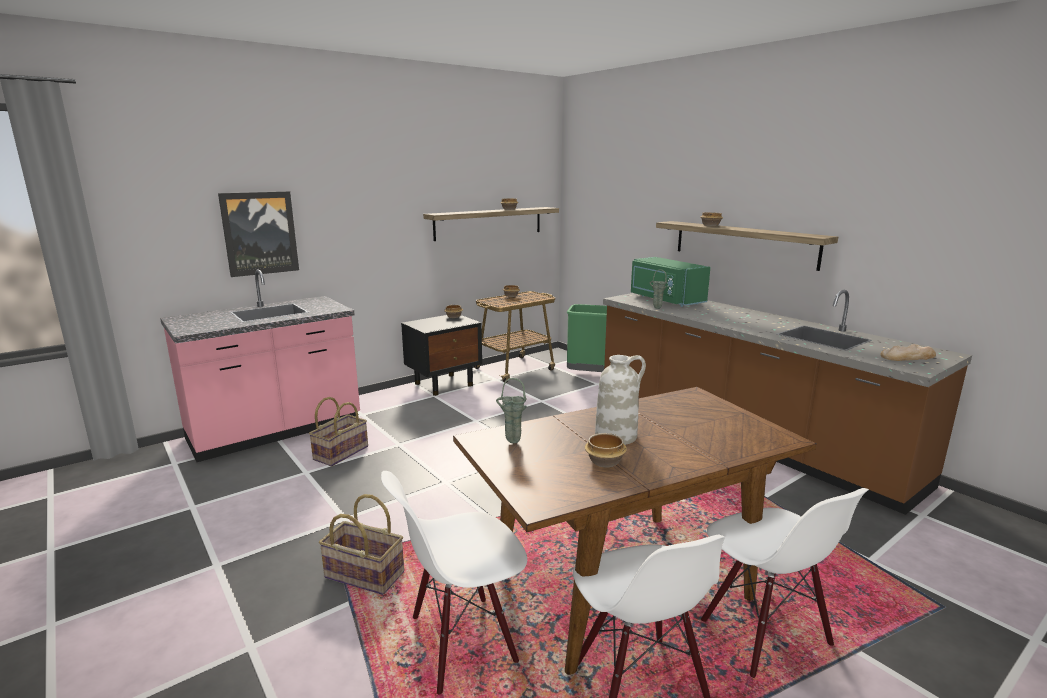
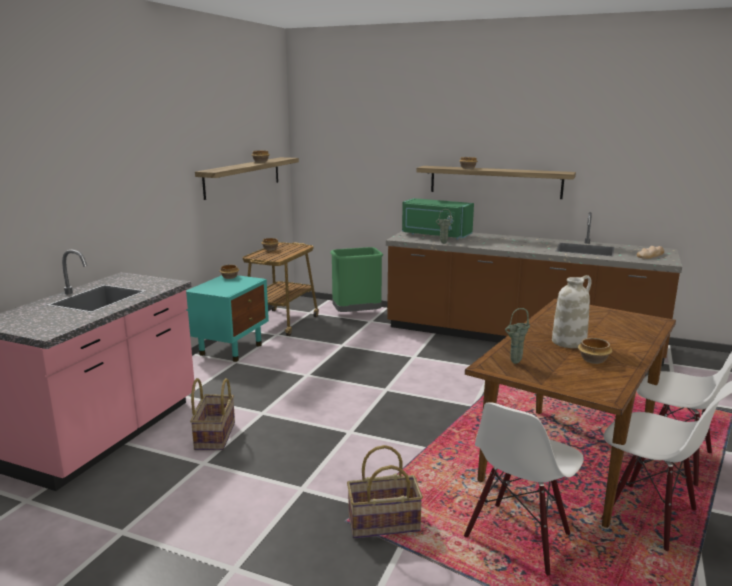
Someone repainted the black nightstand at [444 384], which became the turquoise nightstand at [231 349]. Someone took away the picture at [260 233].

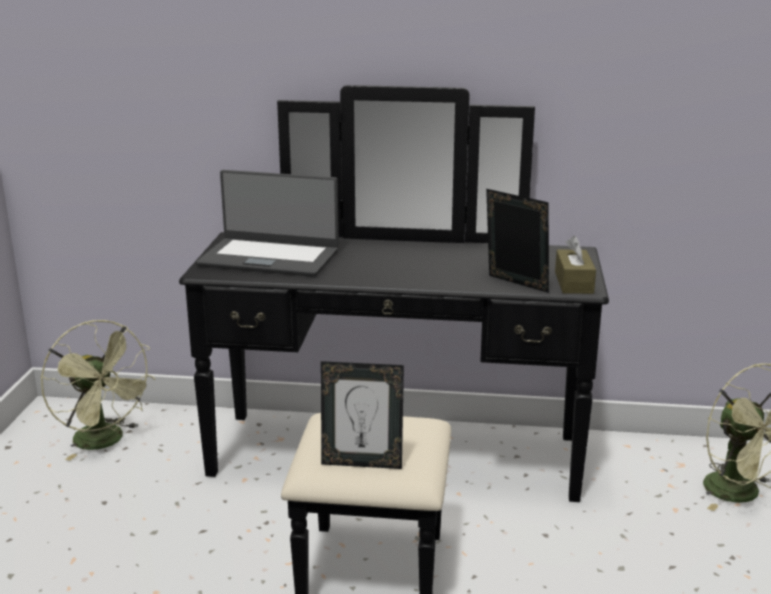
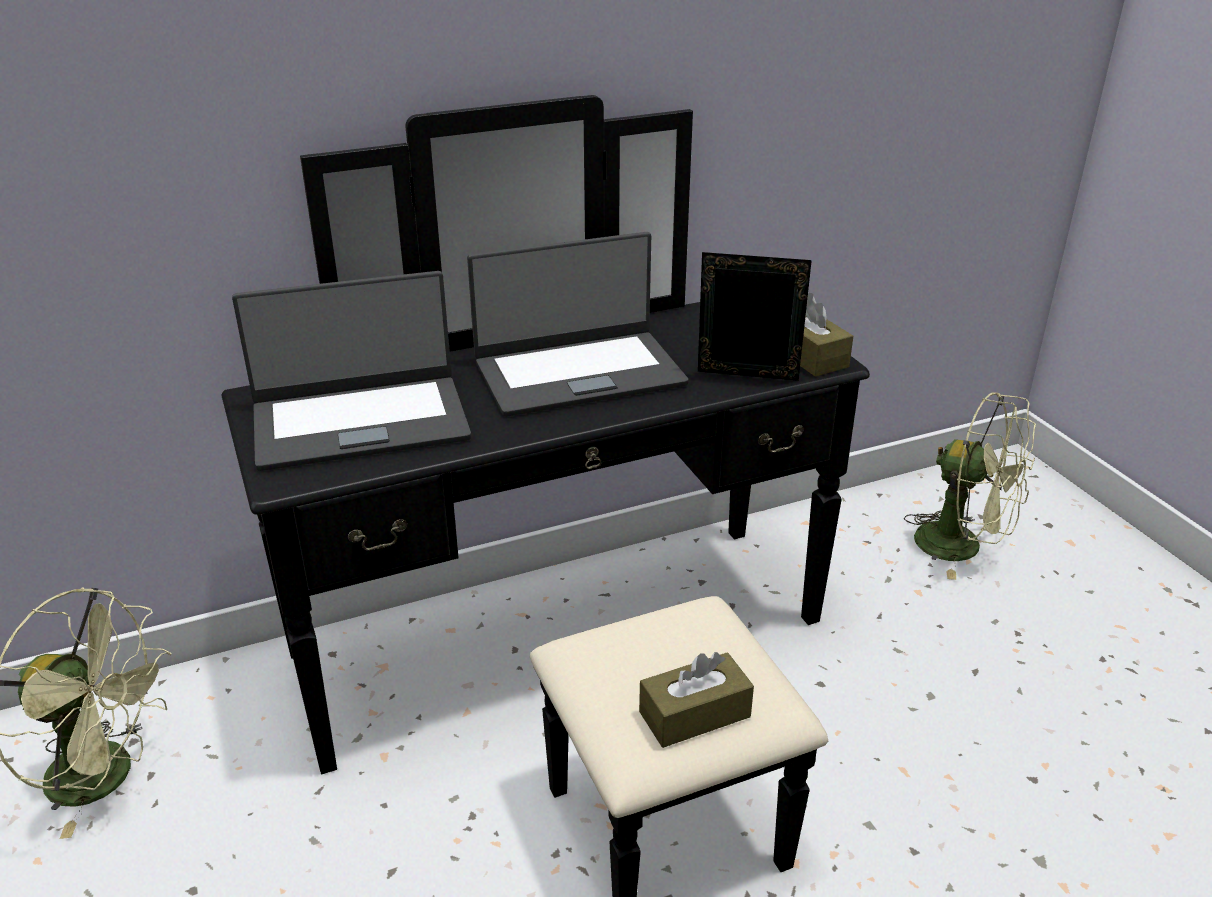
Someone put down the laptop at [578 373]. Someone swapped the picture frame at [362 463] for the brown tissue box at [694 714].

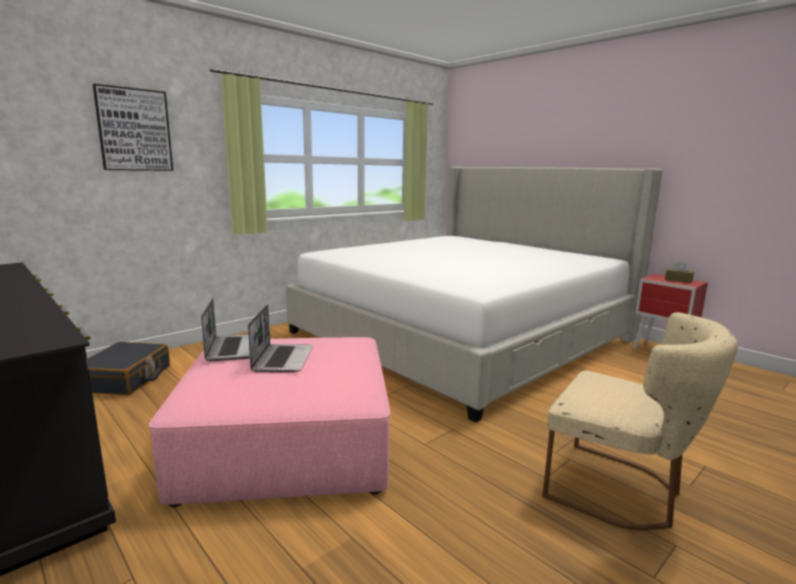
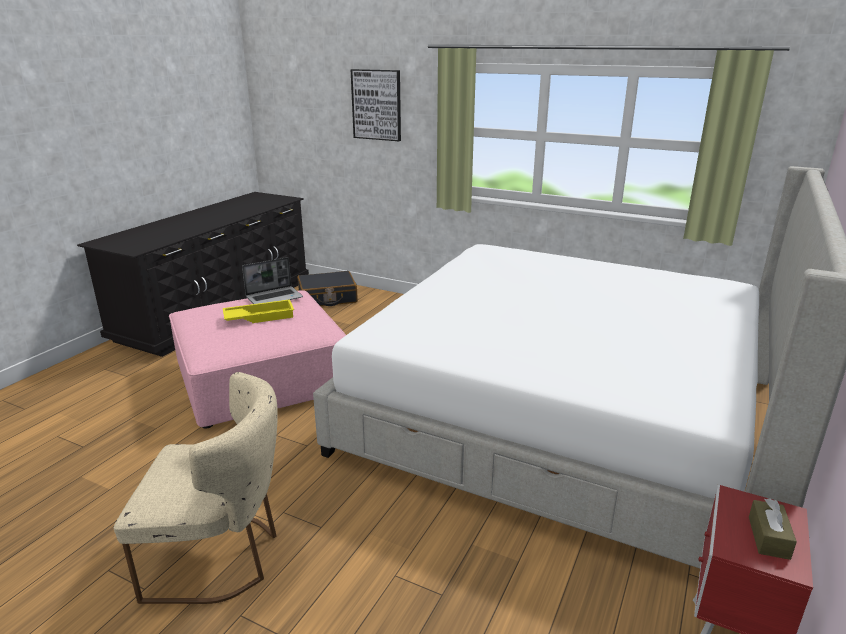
Someone rotated the beige chair at [620 491] by 105 degrees counterclockwise. Someone swapped the laptop at [282 359] for the yellow tray at [259 316].

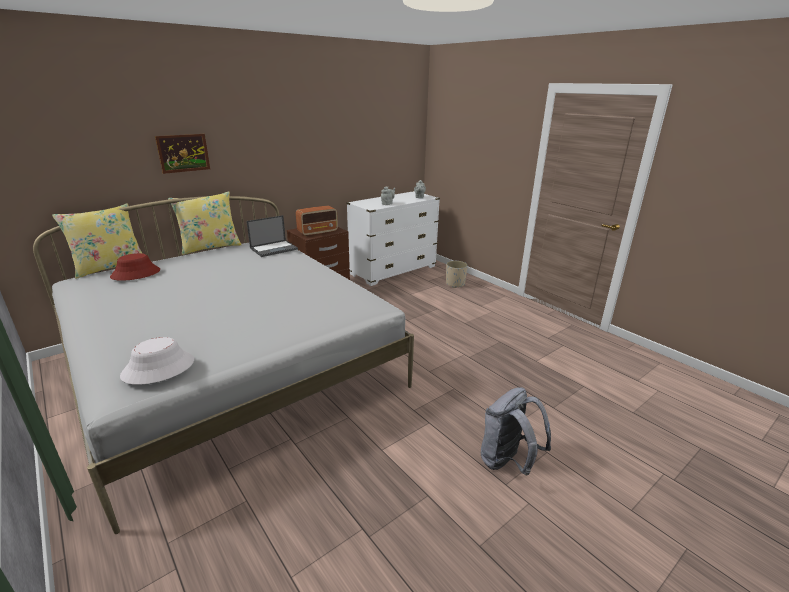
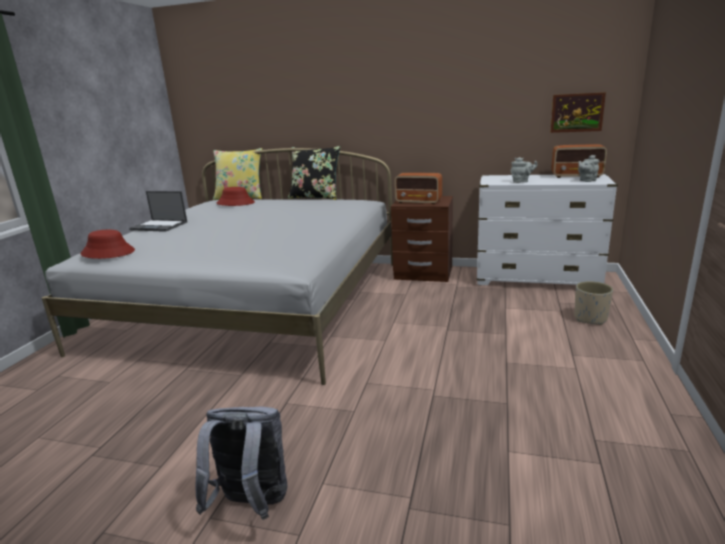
Someone repainted the white hat at [158 368], which became the red hat at [108 252]. Someone carried the laptop from [274 248] to [160 226]. Someone repainted the yellow pillow at [210 247], which became the black pillow at [315 197]. Someone carried the picture from [183 153] to [577 112]. Someone put down the radio at [577 176].

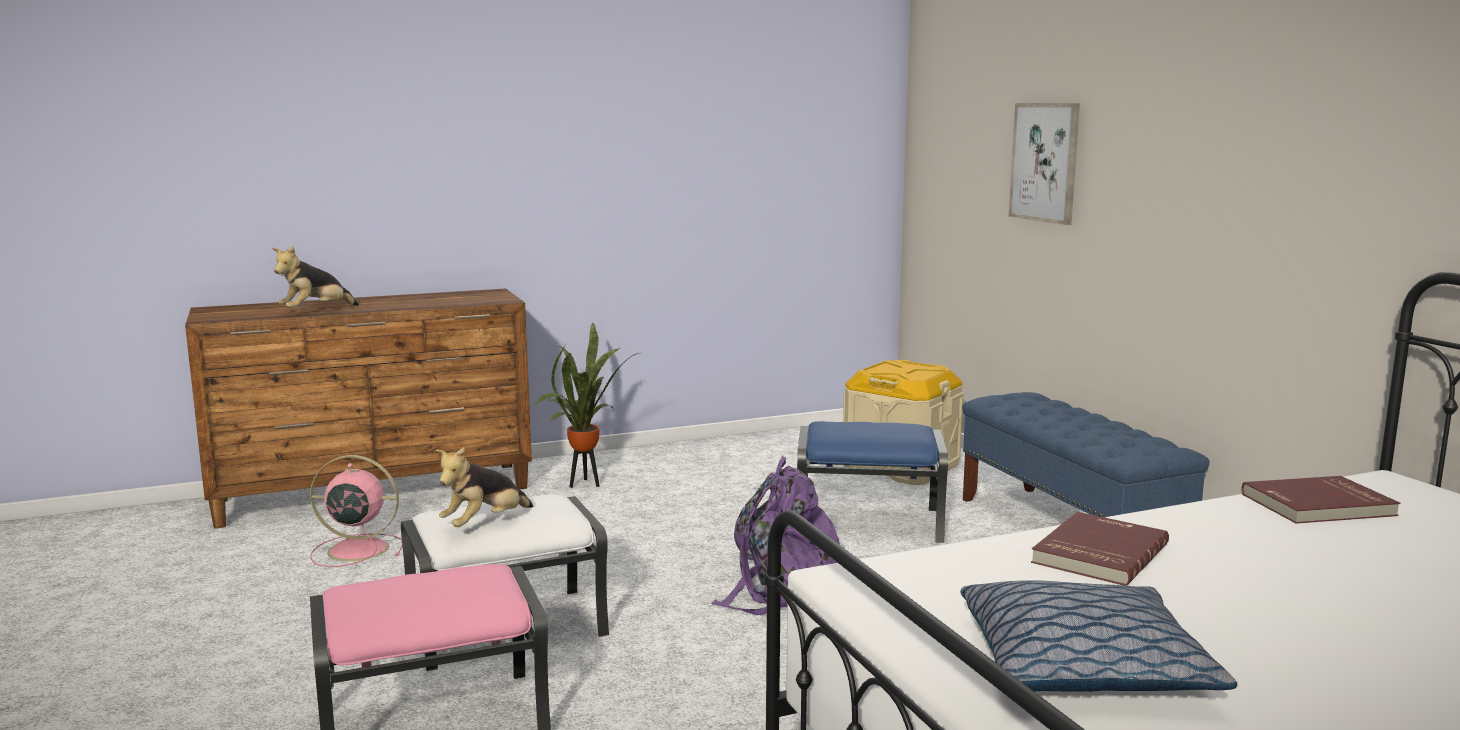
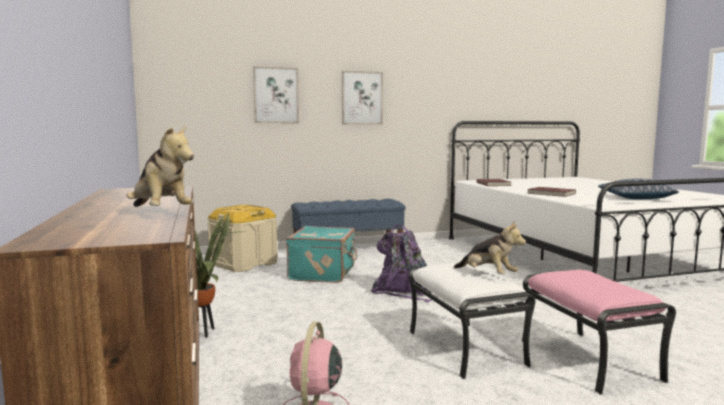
Someone swapped the blue ottoman at [869 523] for the turquoise suitcase at [324 273]. Someone put up the picture at [362 98].

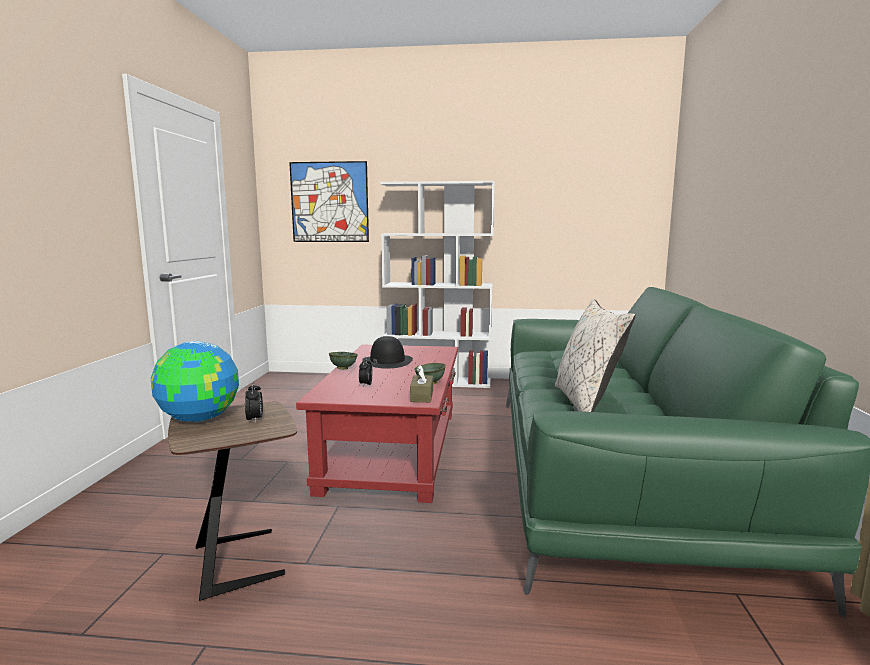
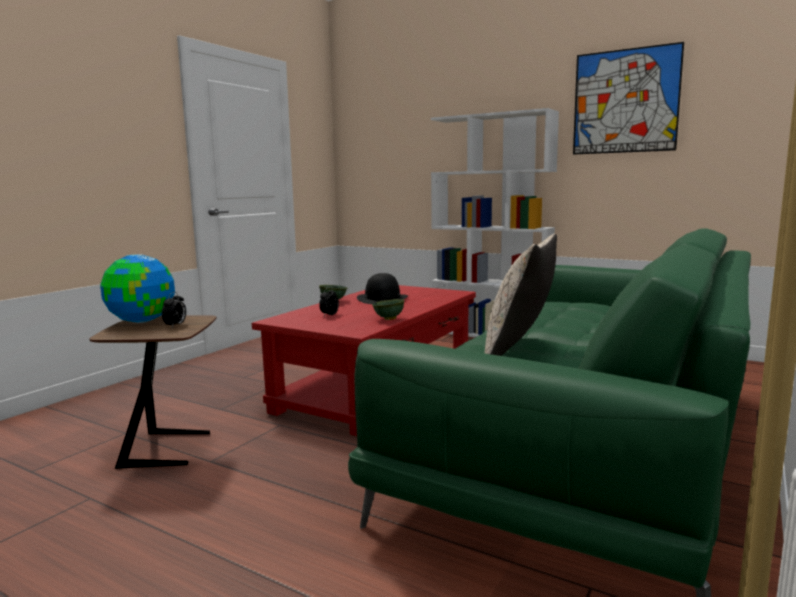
Someone carried the picture from [329 202] to [625 101]. Someone took away the brown tissue box at [422 396].

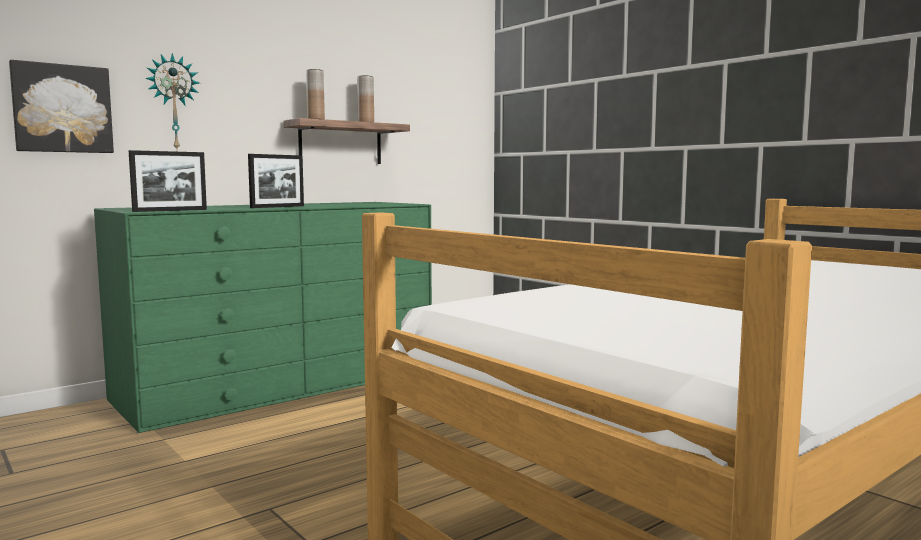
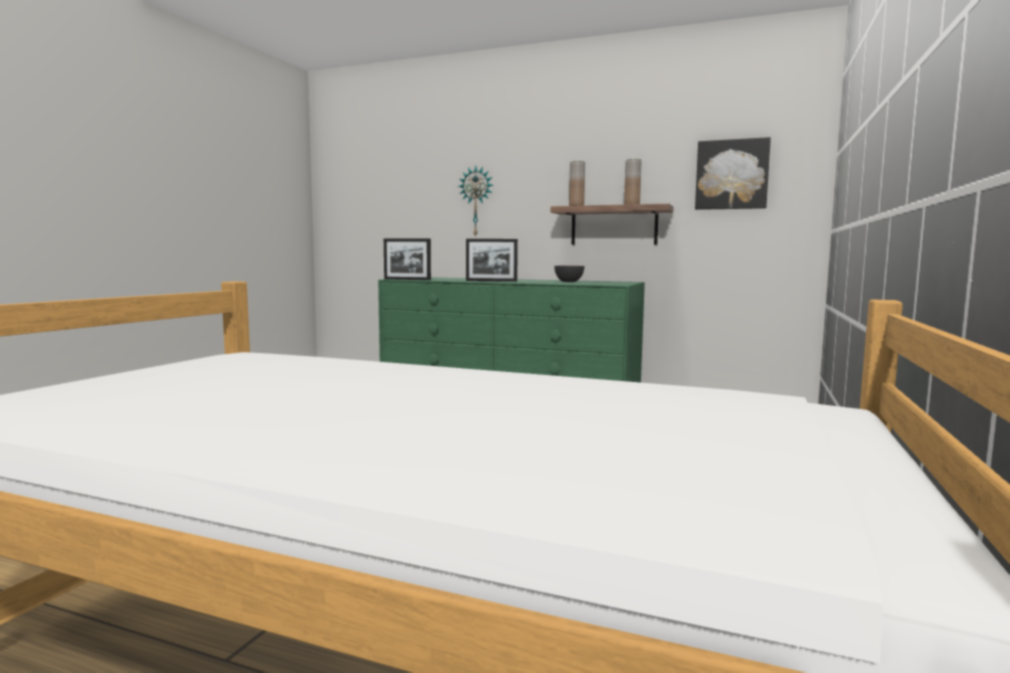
Someone put down the grey bowl at [569 282]. Someone carried the picture from [62 109] to [731 175].

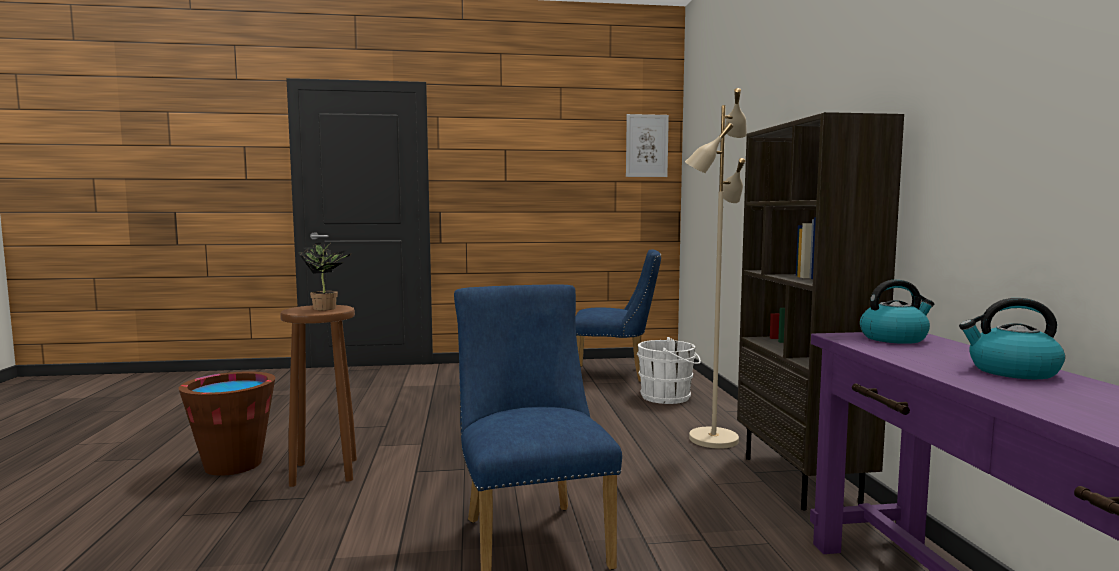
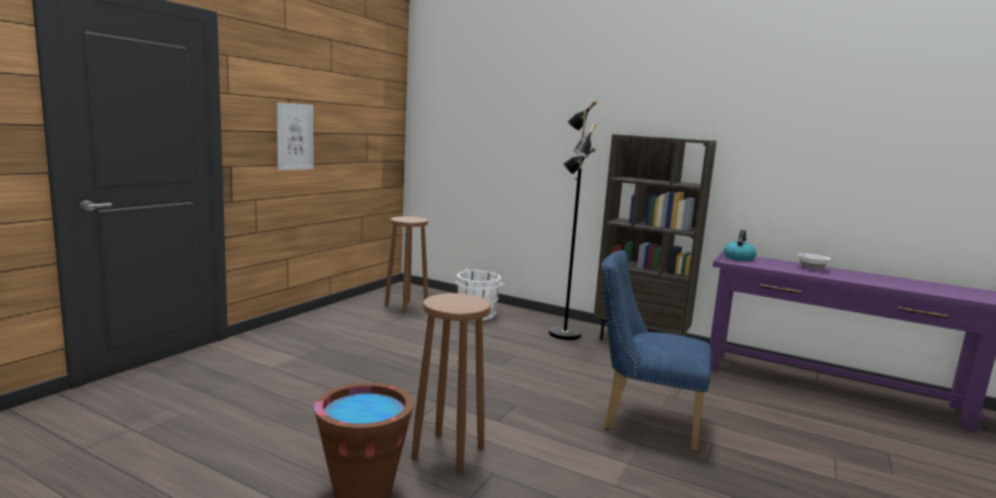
Someone carried the picture from [646 146] to [295 137]. Someone swapped the blue chair at [616 375] for the brown stool at [406 306]. Someone repainted the beige floor lamp at [712 439], which became the black floor lamp at [563 334]. Someone swapped the kettle at [1011 371] for the bowl at [812 268]. Someone took away the potted plant at [328 308].

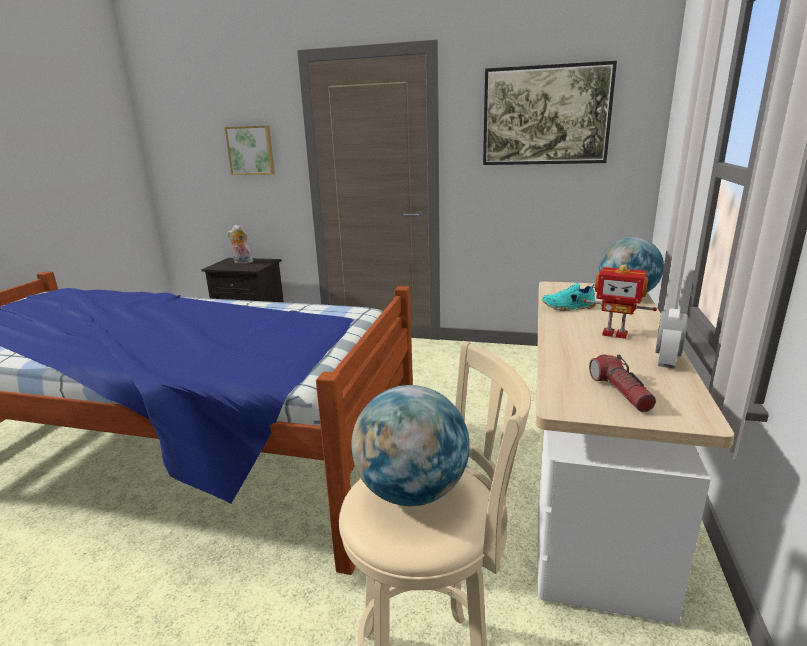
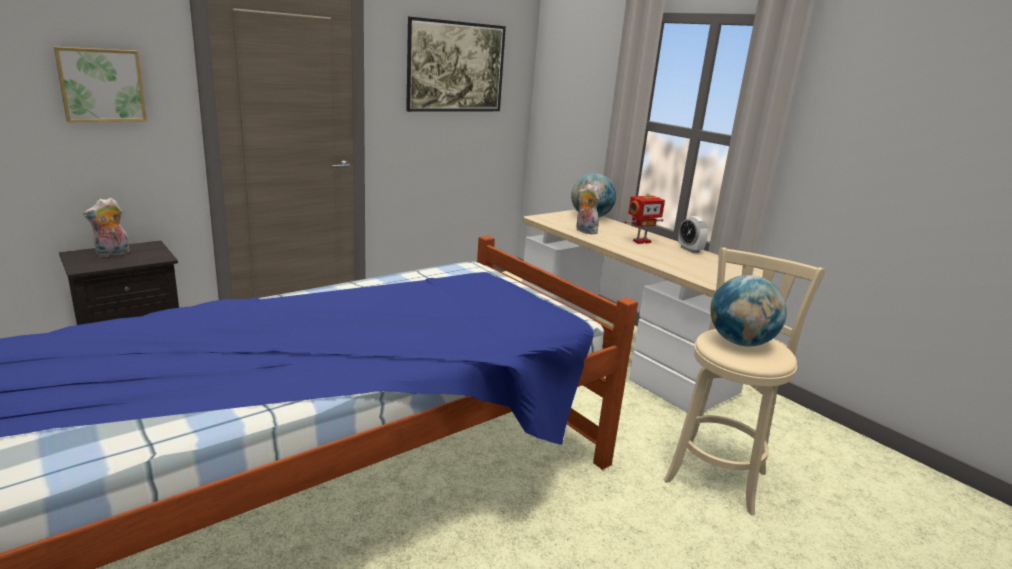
Someone swapped the turquoise shoe at [568 307] for the plush toy at [584 231]. Someone took away the flashlight at [620 392].

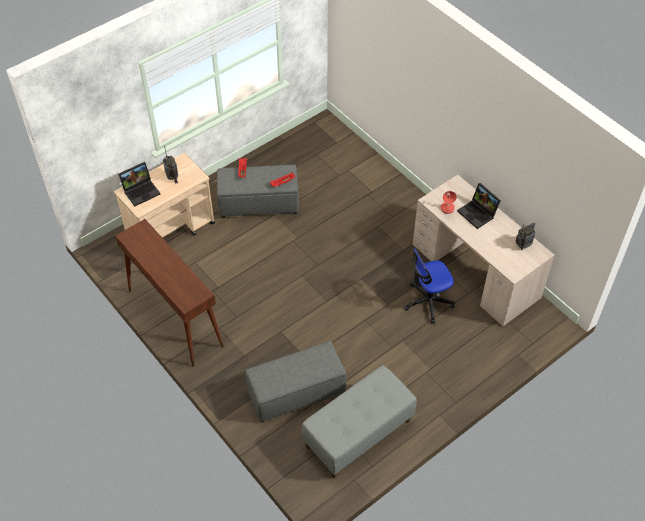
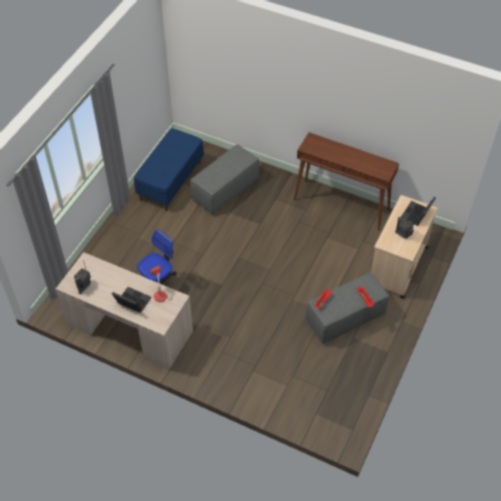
Someone repainted the grey bench at [358 434], which became the blue bench at [170 181].

